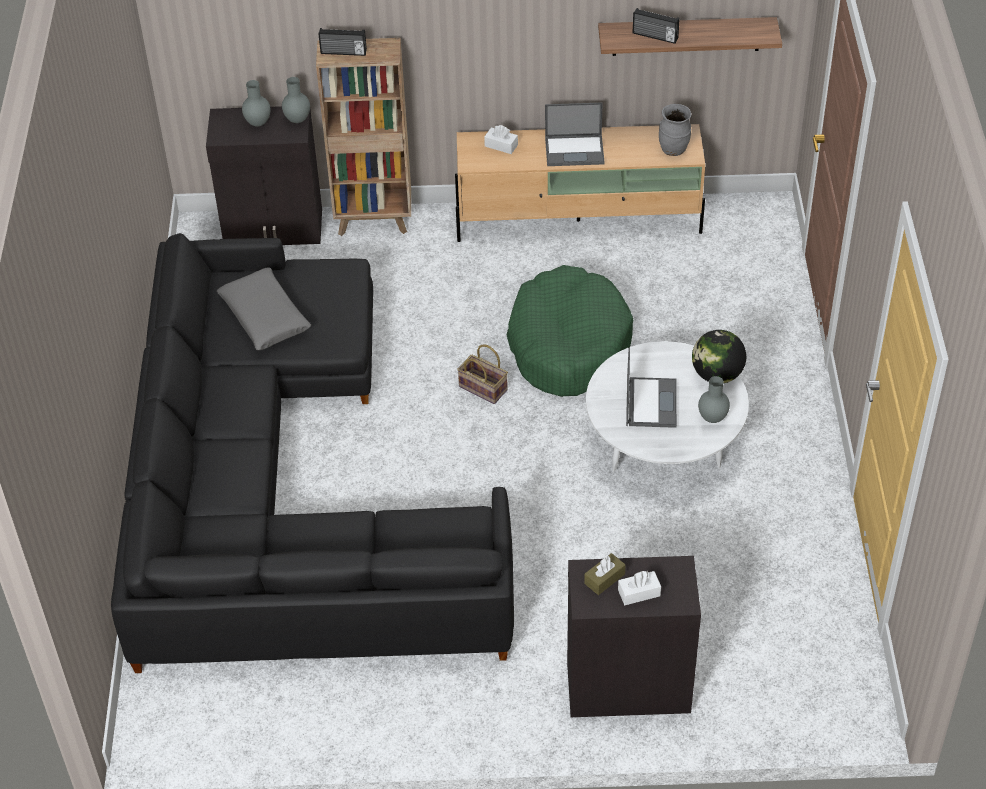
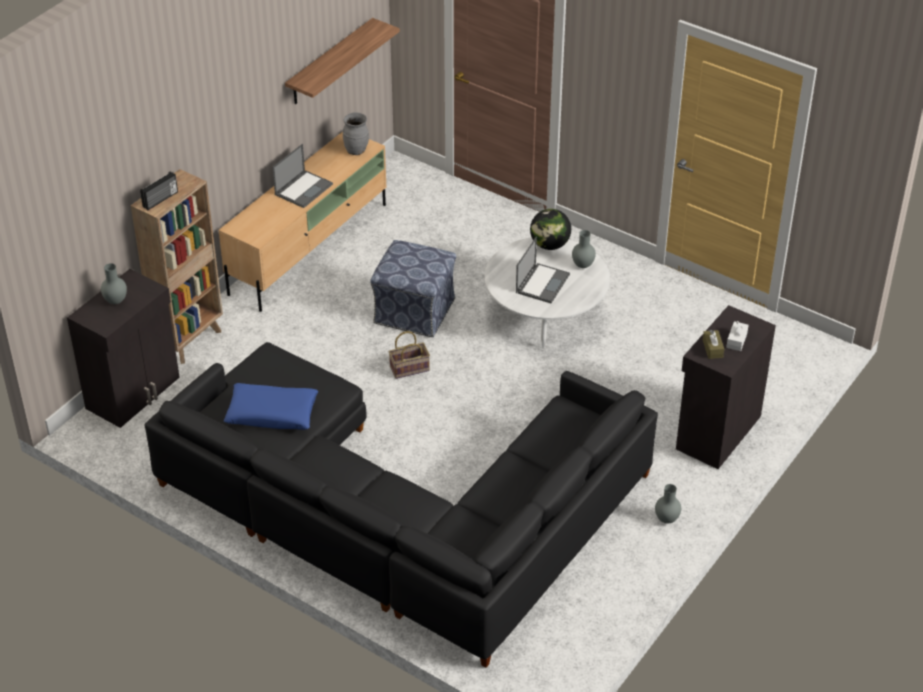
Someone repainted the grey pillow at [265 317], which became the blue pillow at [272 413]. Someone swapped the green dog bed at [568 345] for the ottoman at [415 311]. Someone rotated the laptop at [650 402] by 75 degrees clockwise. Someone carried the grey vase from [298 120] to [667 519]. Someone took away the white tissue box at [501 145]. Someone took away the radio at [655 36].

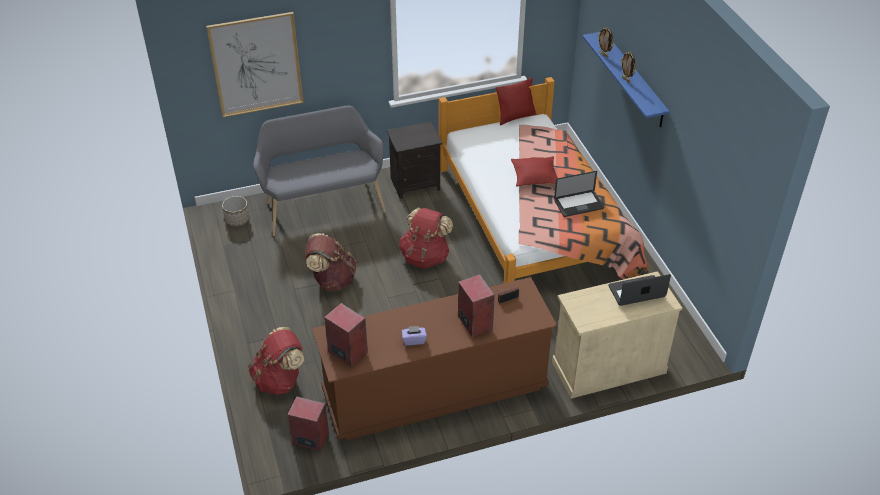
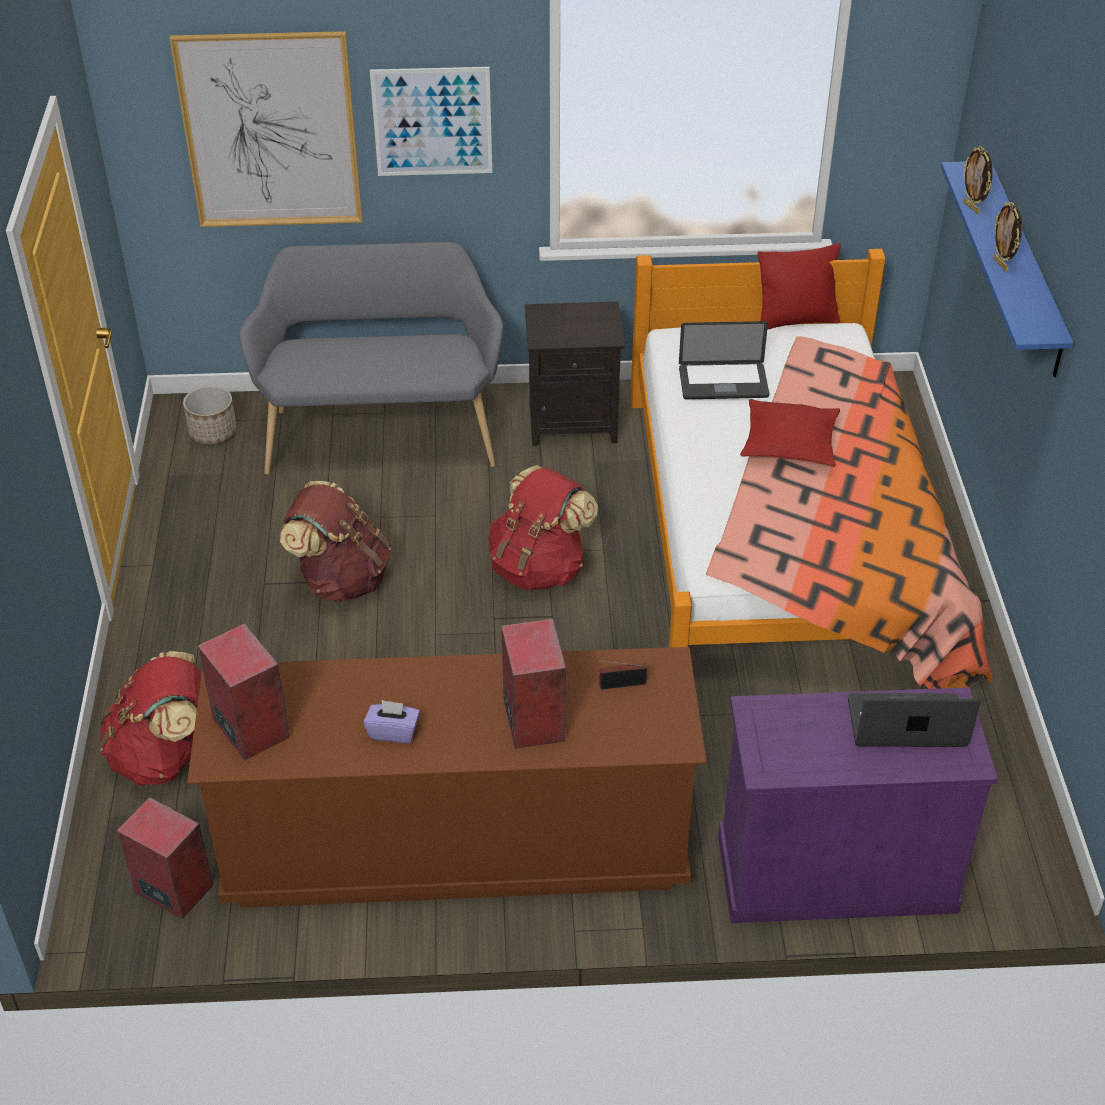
Someone put up the picture at [432 121]. Someone carried the laptop from [579 204] to [723 383]. Someone repainted the beige cabinet at [608 367], which became the purple cabinet at [835 872].

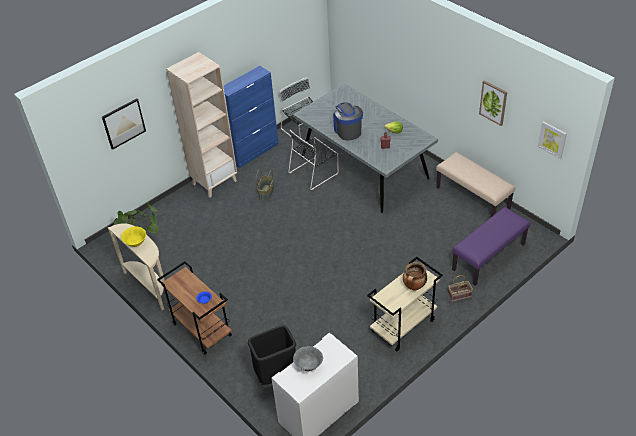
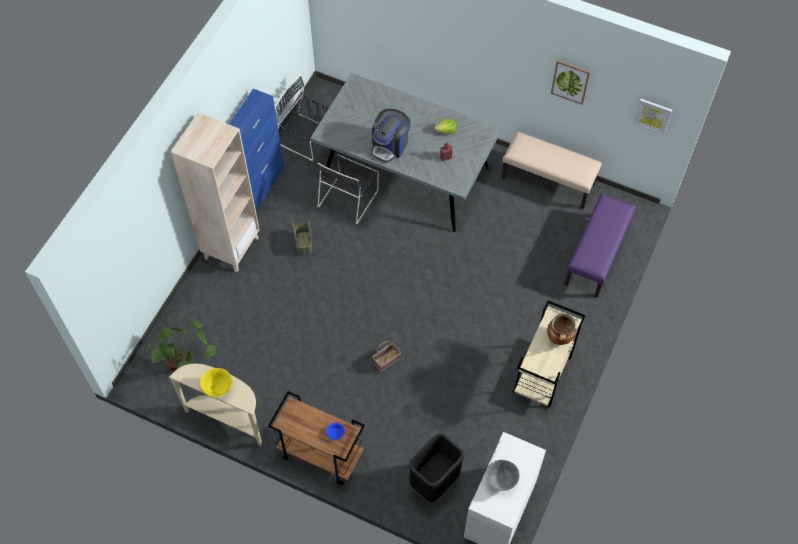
Someone rotated the coffee machine at [347 130] by 105 degrees counterclockwise. Someone carried the basket from [459 296] to [386 361]. Someone took away the picture at [123 123].

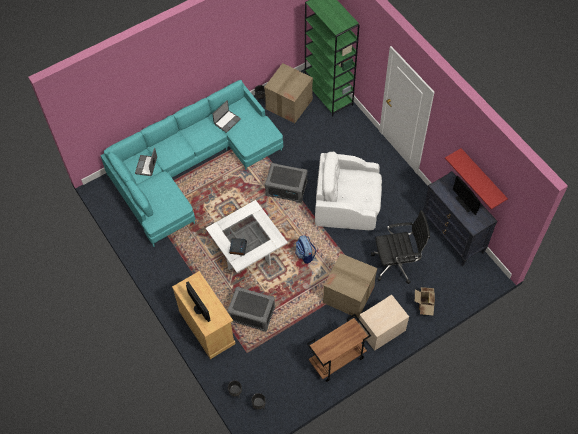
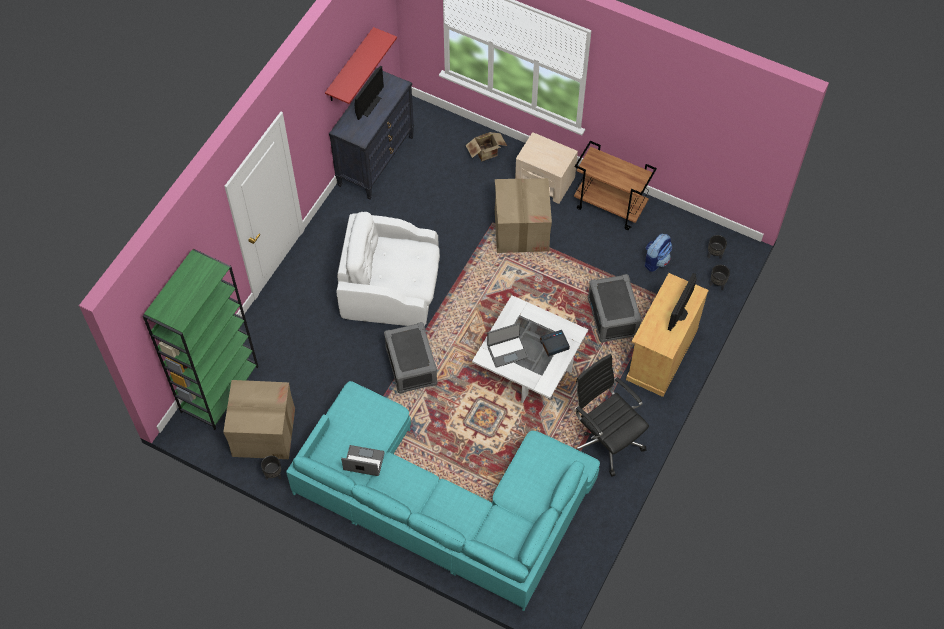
Someone rotated the white armchair at [348 202] by 120 degrees clockwise. Someone carried the laptop from [146 166] to [507 351]. Someone carried the black office chair from [397 263] to [606 439]. Someone carried the backpack from [305 255] to [656 260].

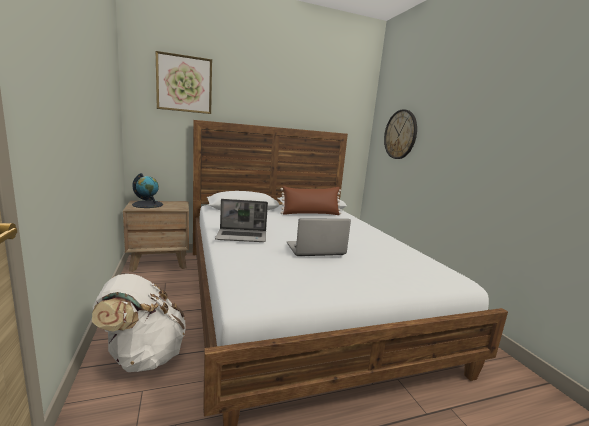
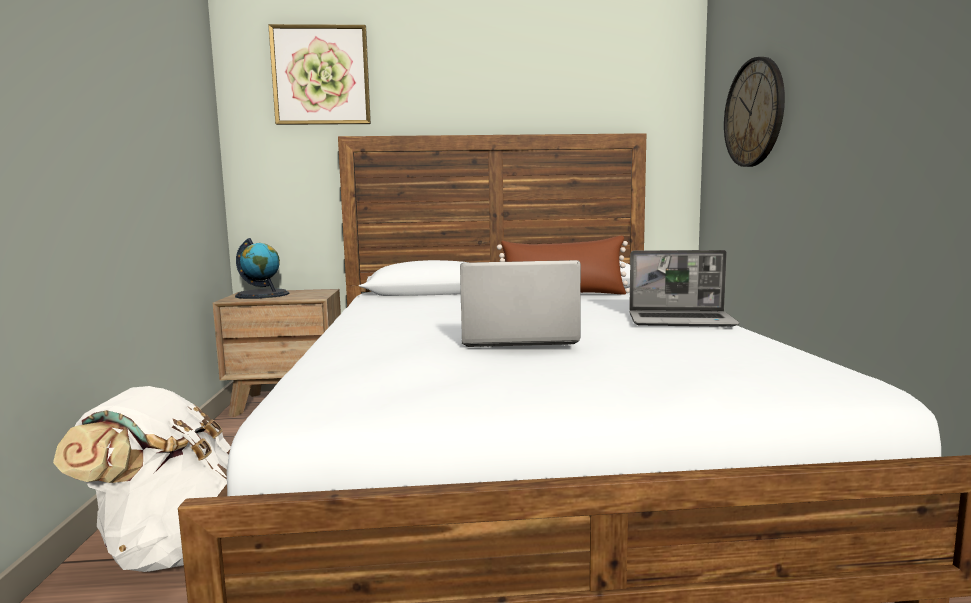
Someone carried the laptop from [242 236] to [682 321].

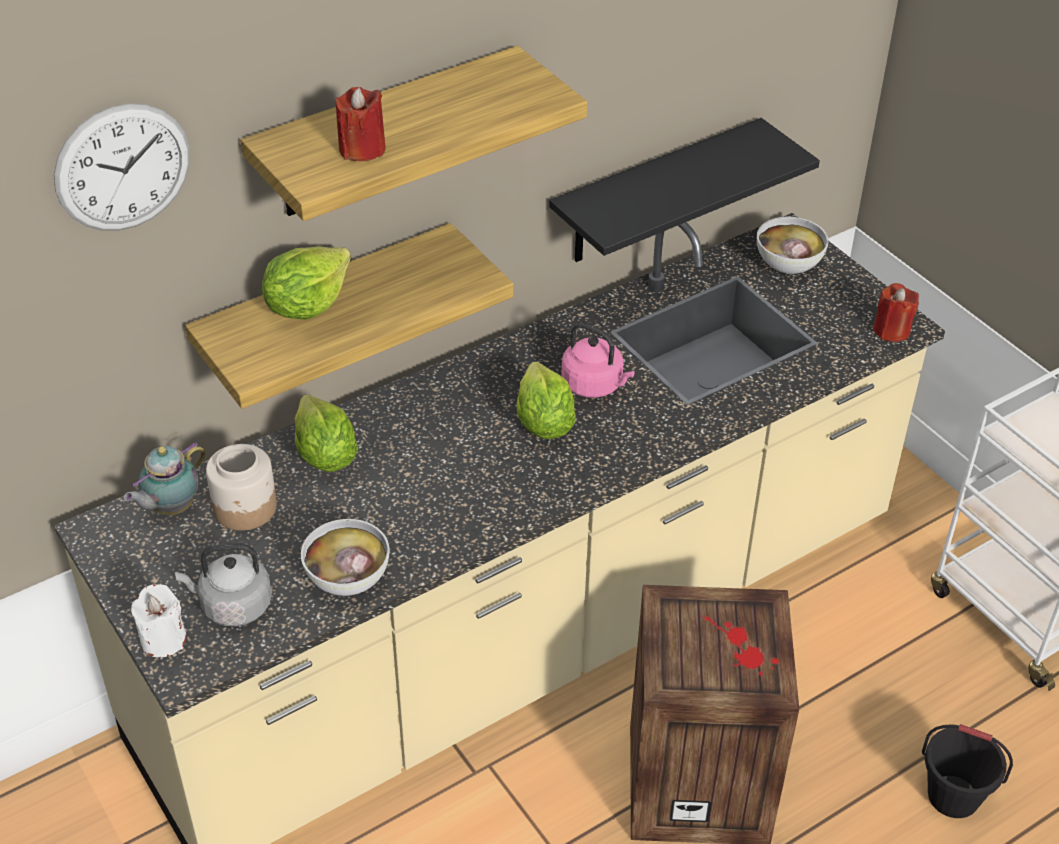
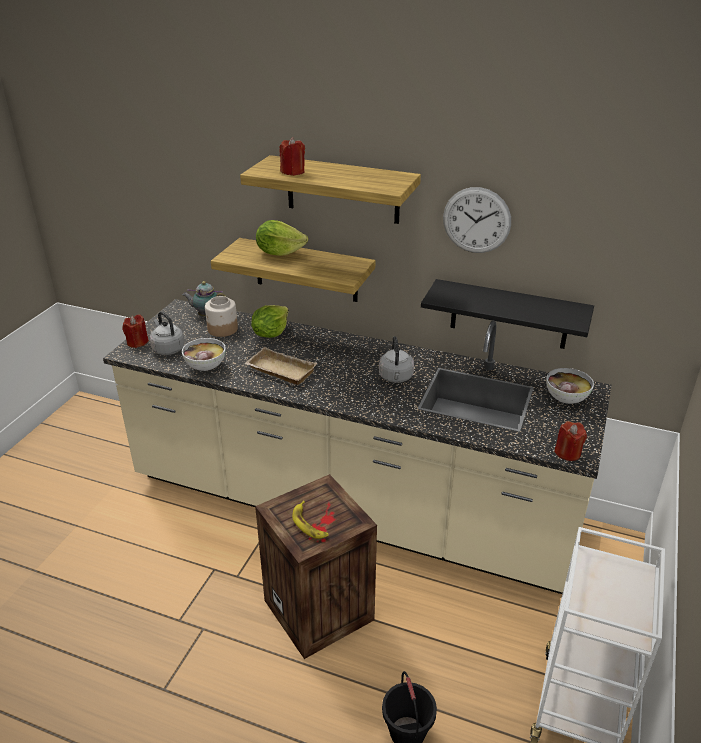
Someone repainted the white candle at [163 639], which became the red candle at [137 342]. Someone put down the beige tray at [279 371]. Someone put down the banana at [309 524]. Someone repainted the pink kettle at [595 385], which became the grey kettle at [396 378]. Someone carried the wall clock from [123 168] to [476 220]. Someone took away the lettuce at [543 423].

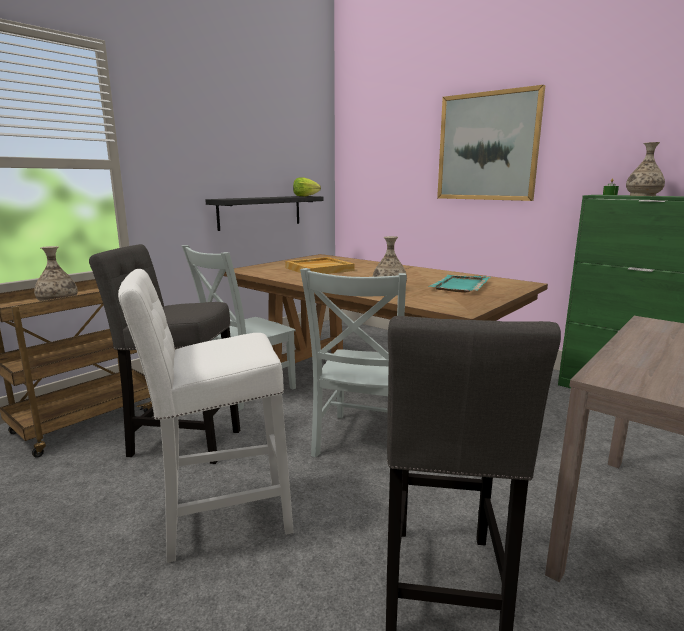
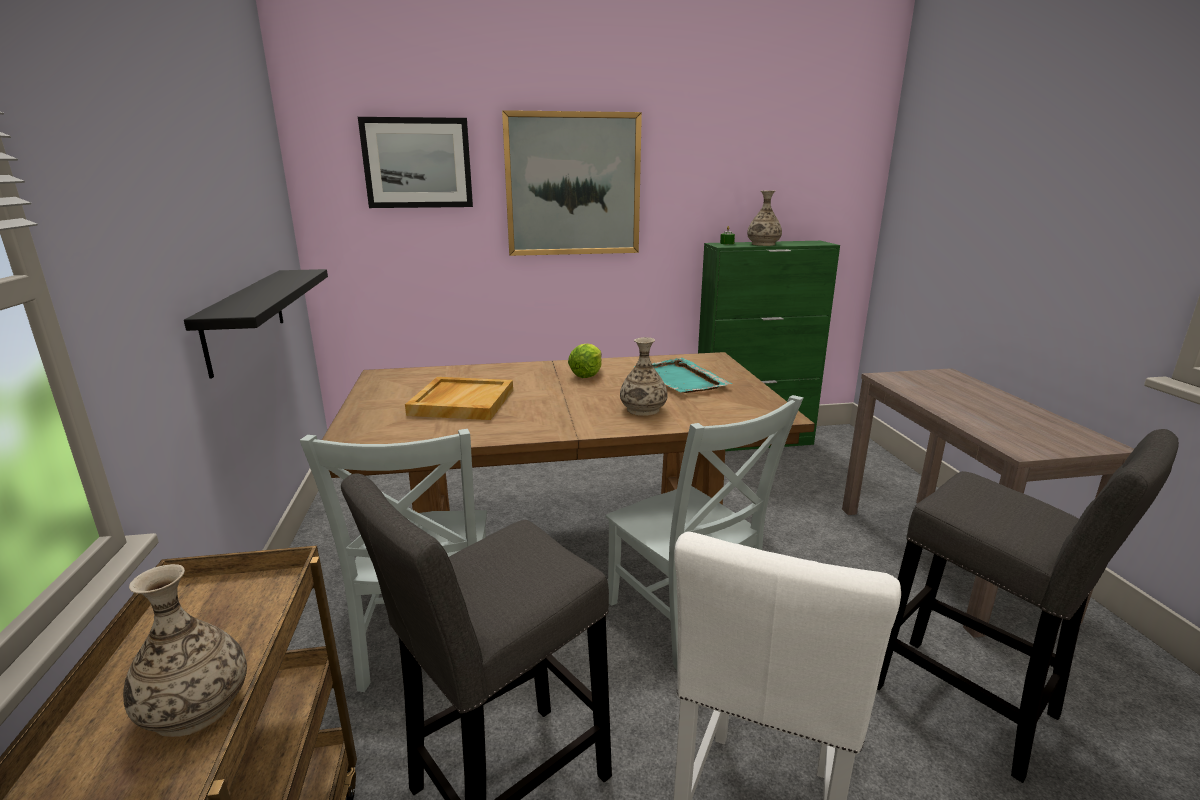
Someone put up the picture at [417 163]. Someone carried the lettuce from [305 196] to [587 374].

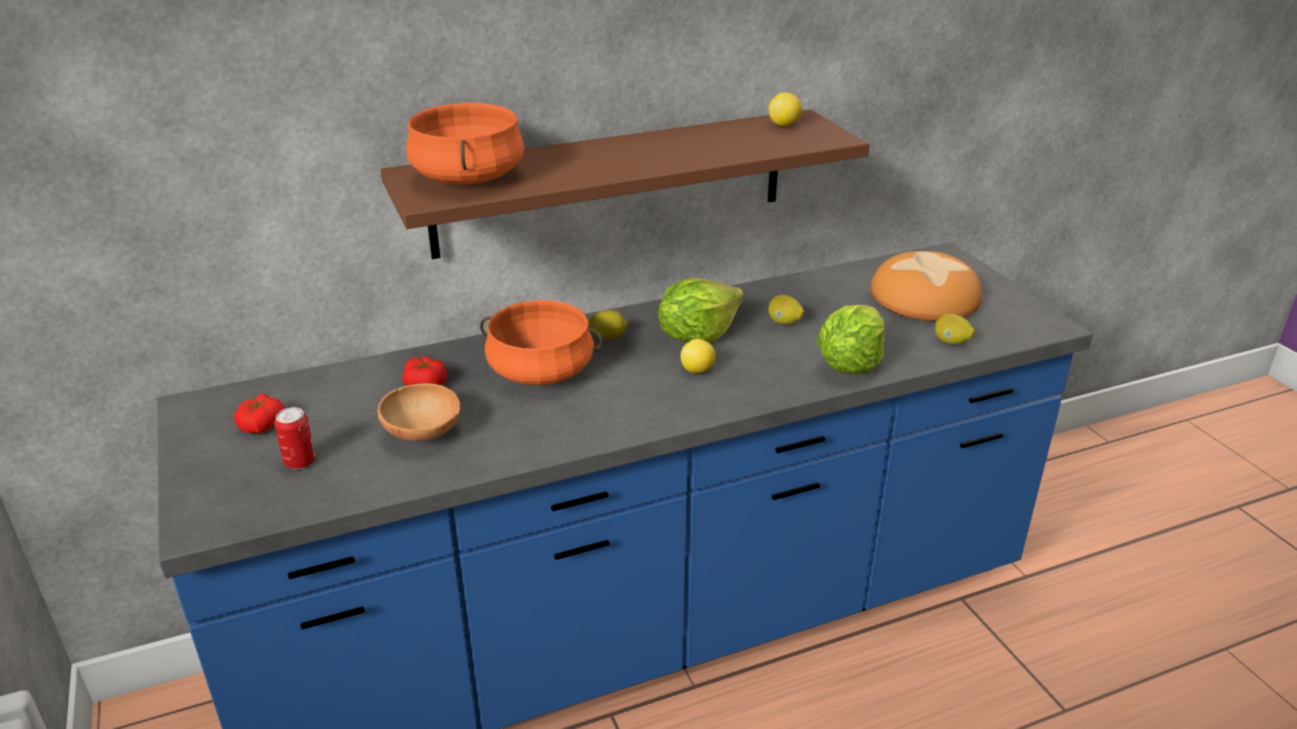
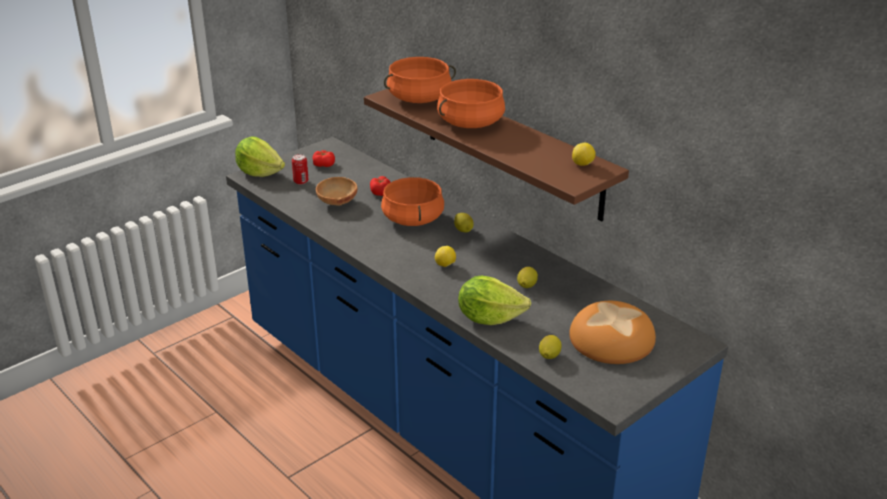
Someone carried the lettuce from [697 335] to [260 172]. Someone put down the orange cooking pot at [470 122].

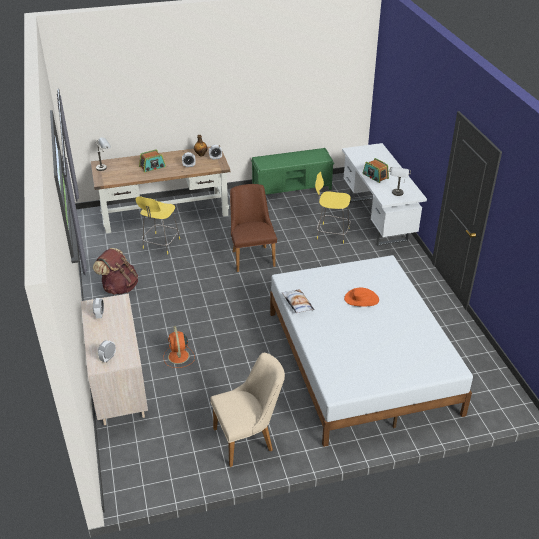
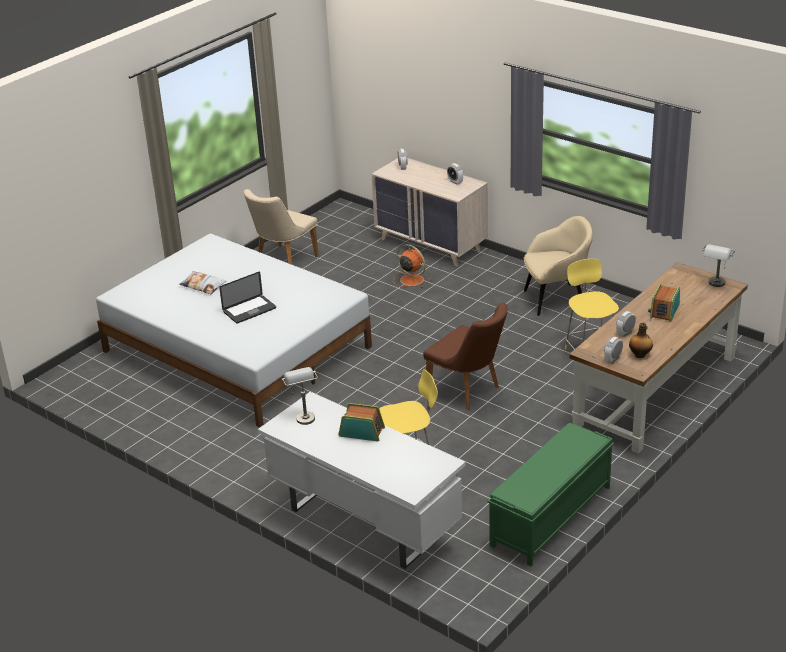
Someone carried the pillow from [297 303] to [203 286]. Someone swapped the orange hat at [361 299] for the laptop at [249 310]. Someone swapped the brown backpack at [119 287] for the beige armchair at [556 299].

